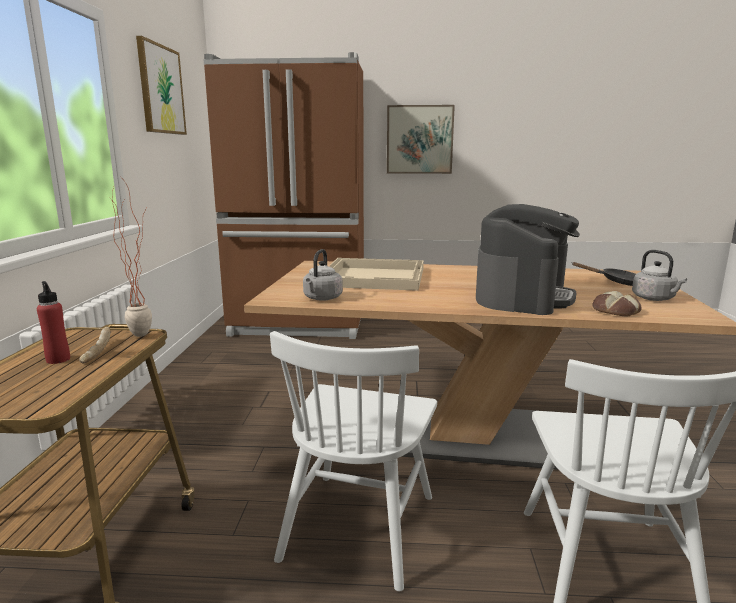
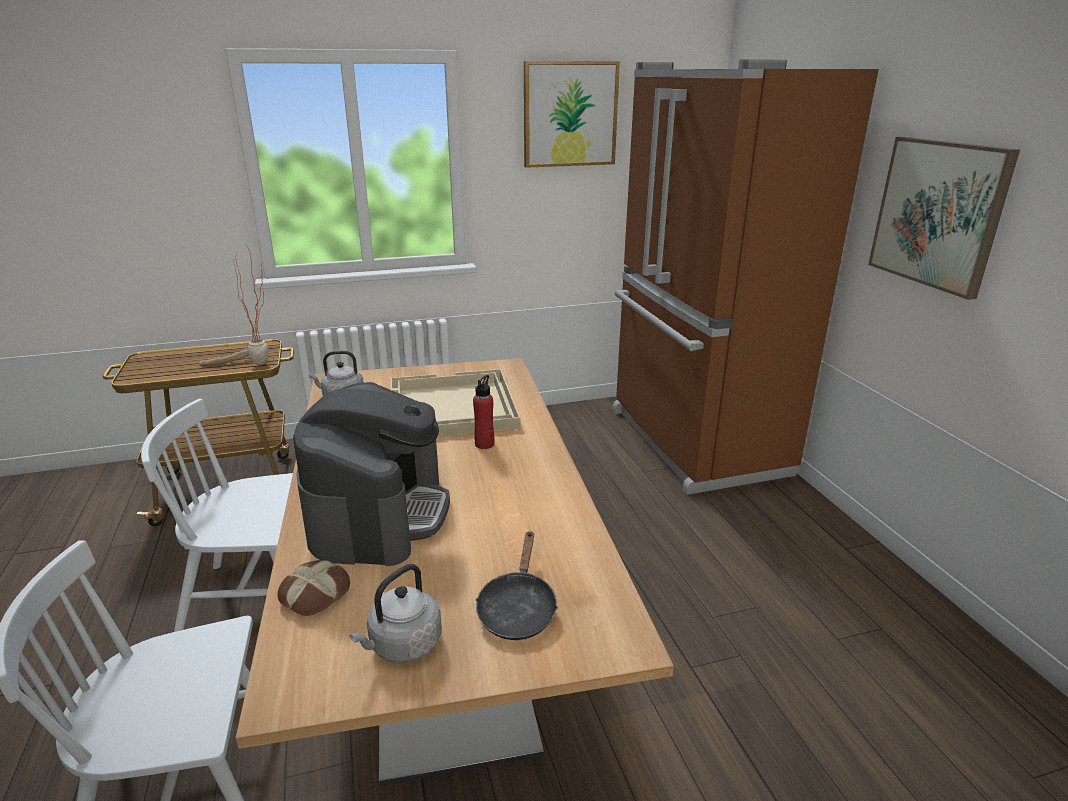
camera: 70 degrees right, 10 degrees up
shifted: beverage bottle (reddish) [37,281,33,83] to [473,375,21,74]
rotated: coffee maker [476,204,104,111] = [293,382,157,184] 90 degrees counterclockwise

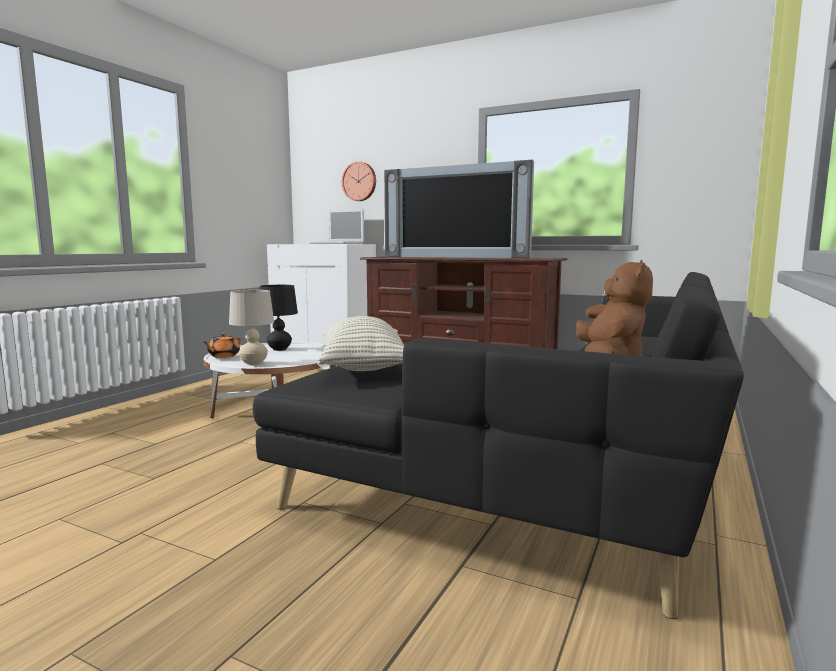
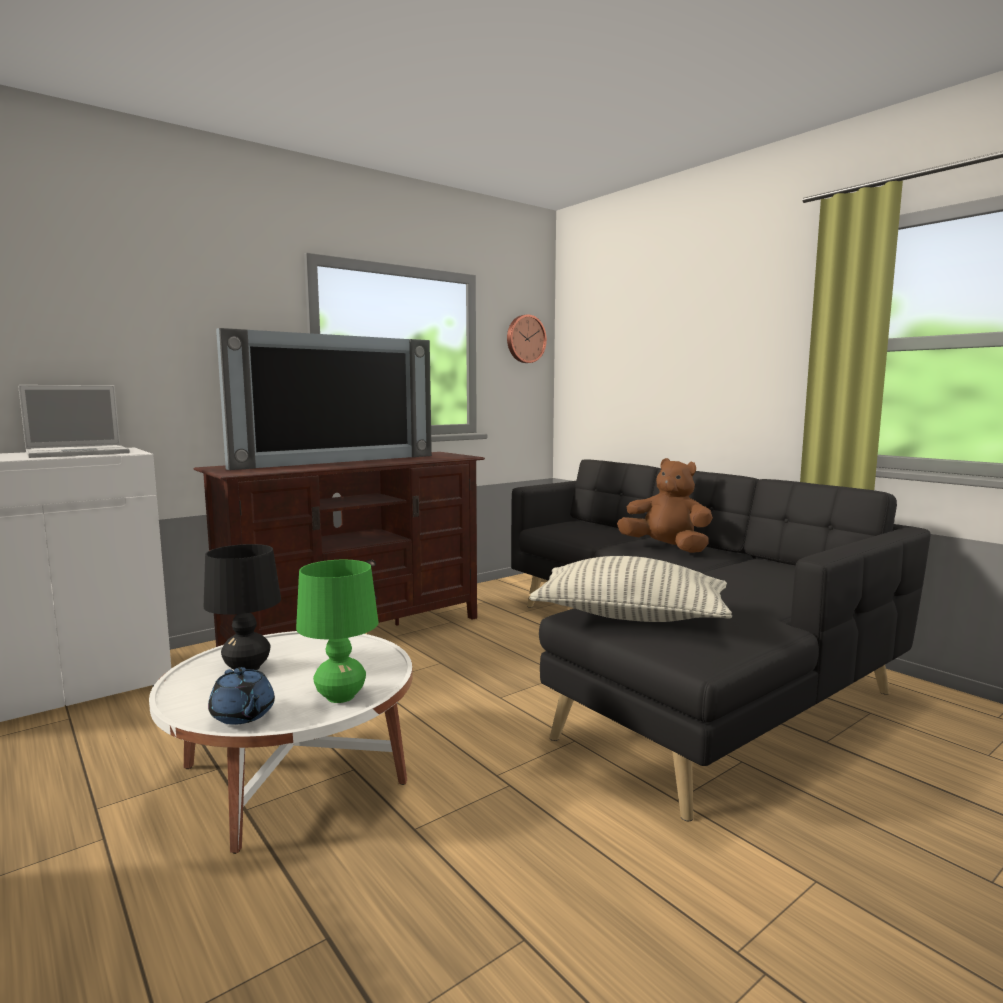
camera: 65 degrees left, 0 degrees up
shifted: wall clock [342,161,34,40] to [507,314,40,49]
repainted: tea pot (orange) [204,333,37,25] to tea pot (blue-coloured) [208,667,67,58]; table lamp (beige) [229,290,45,75] to table lamp (green) [296,560,83,143]

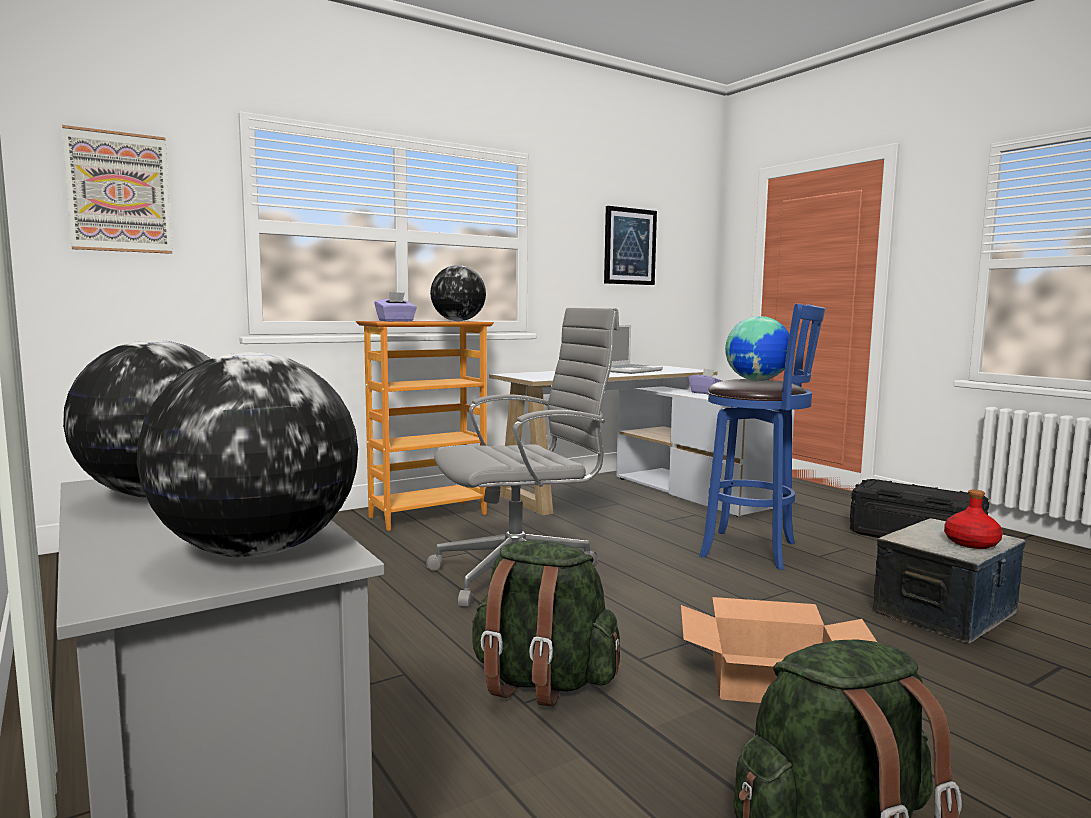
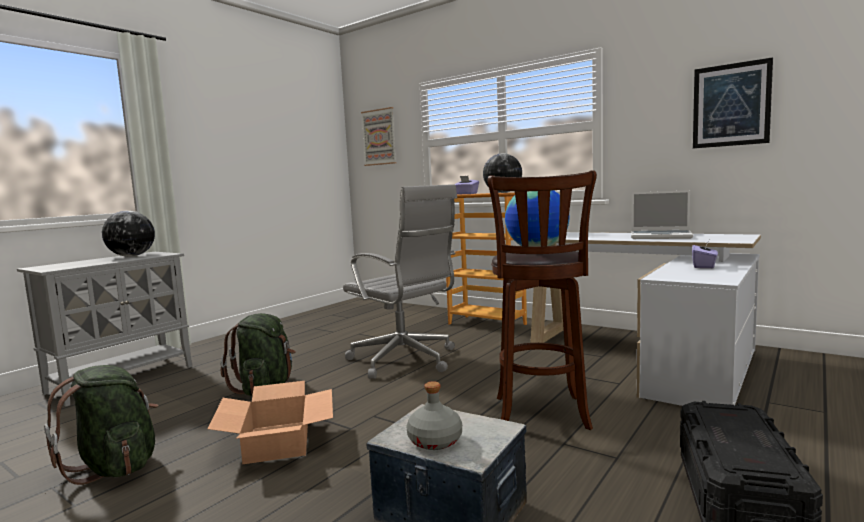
camera: 70 degrees right, 0 degrees up
gone: globe [137,352,221,206]
repainted: stool seat (blue-coloured) [699,304,127,266] to stool seat (brown) [488,170,109,260]; beverage bottle (reddish) [944,490,59,59] to beverage bottle (grey) [407,381,55,69]

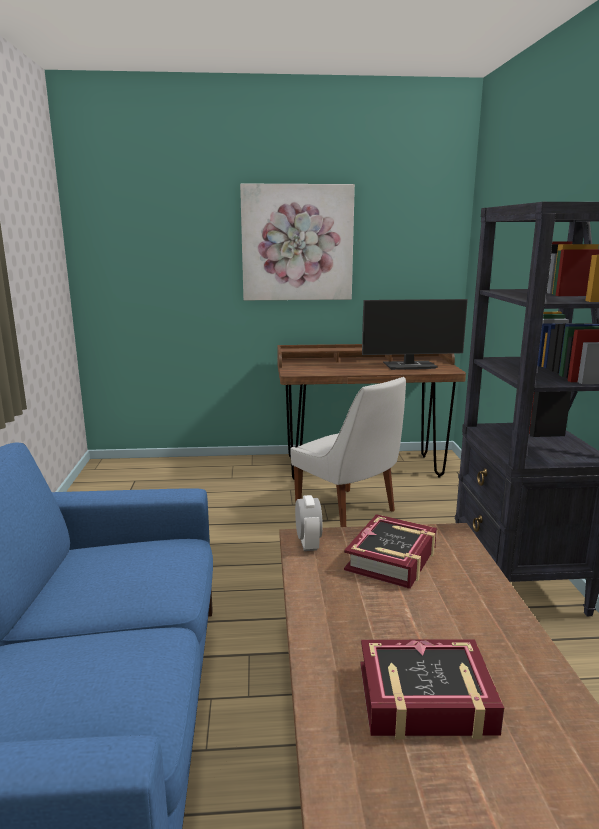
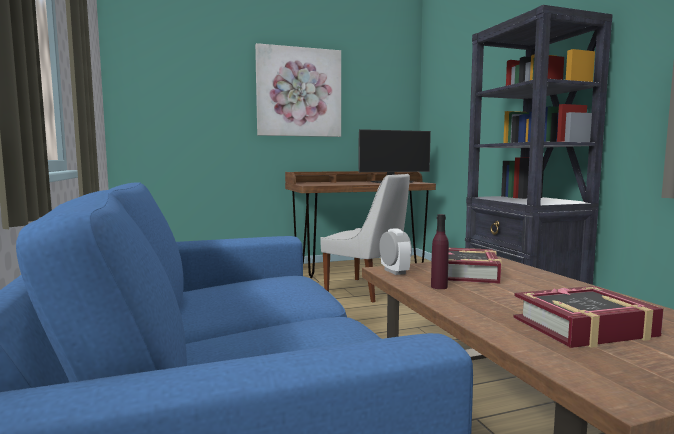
camera: 15 degrees left, 10 degrees down
new: beverage bottle (purplish) [431,214,18,75]

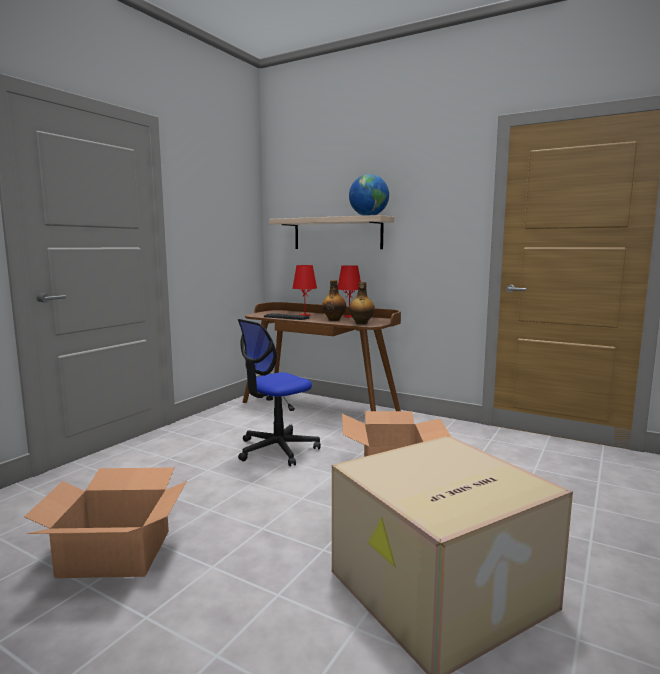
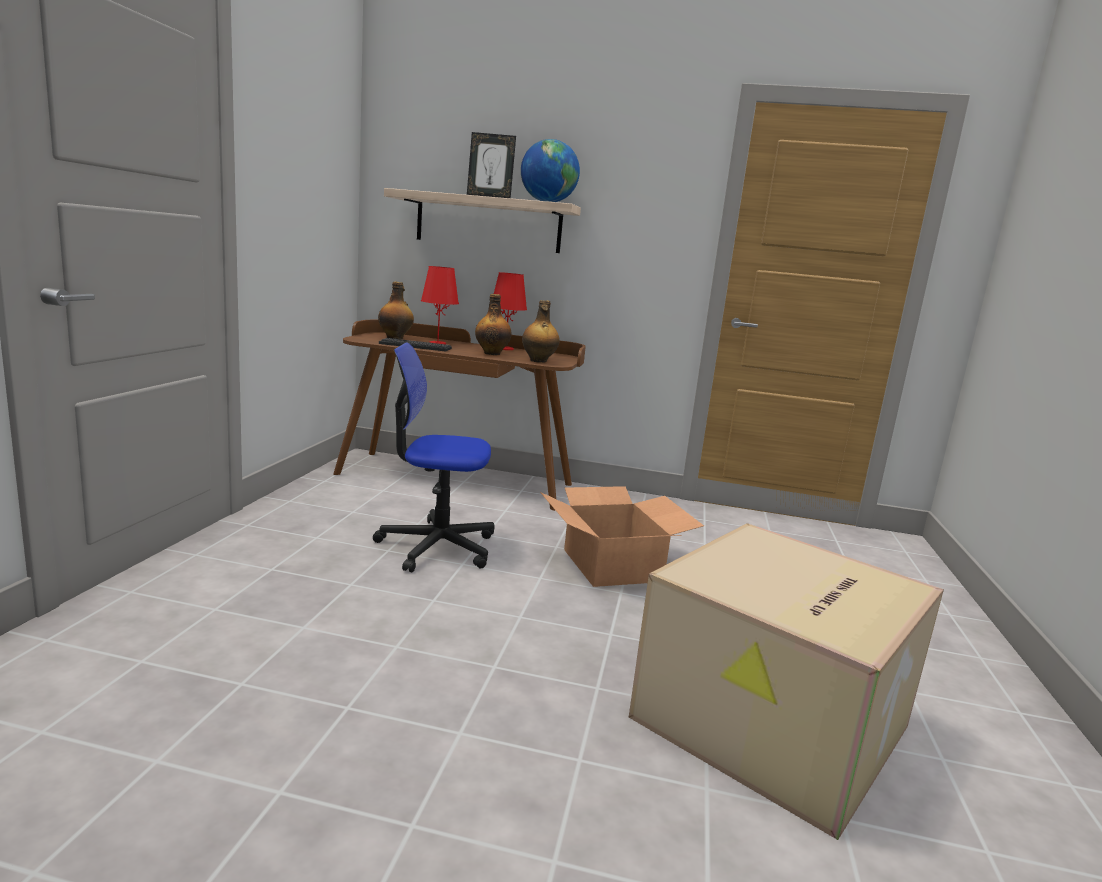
camera: 20 degrees left, 5 degrees up
gone: cardboard box [24,467,163,111]
new: beverage bottle [378,282,36,57]; standing frame [467,132,49,66]
rotated: office chair [238,319,83,147] = [373,342,122,230] 60 degrees clockwise

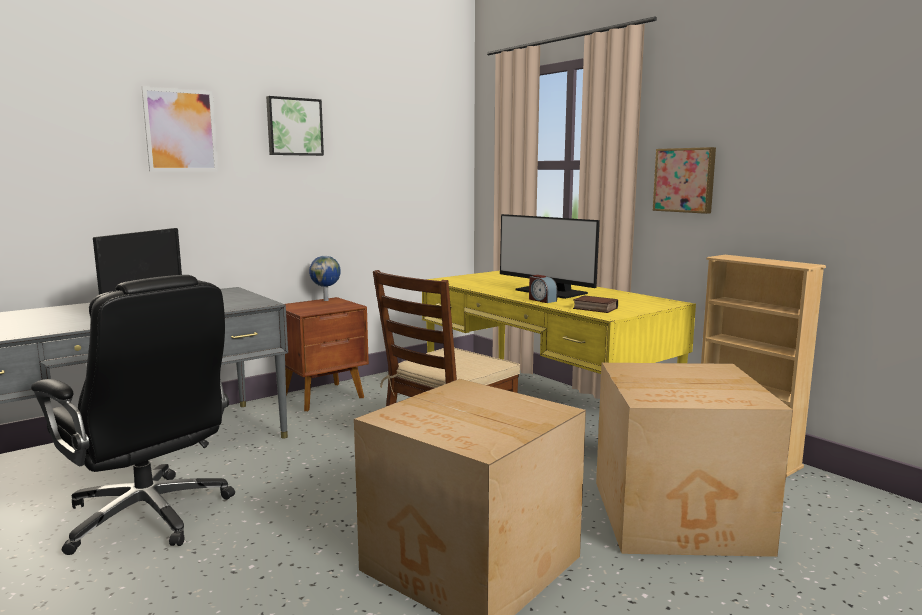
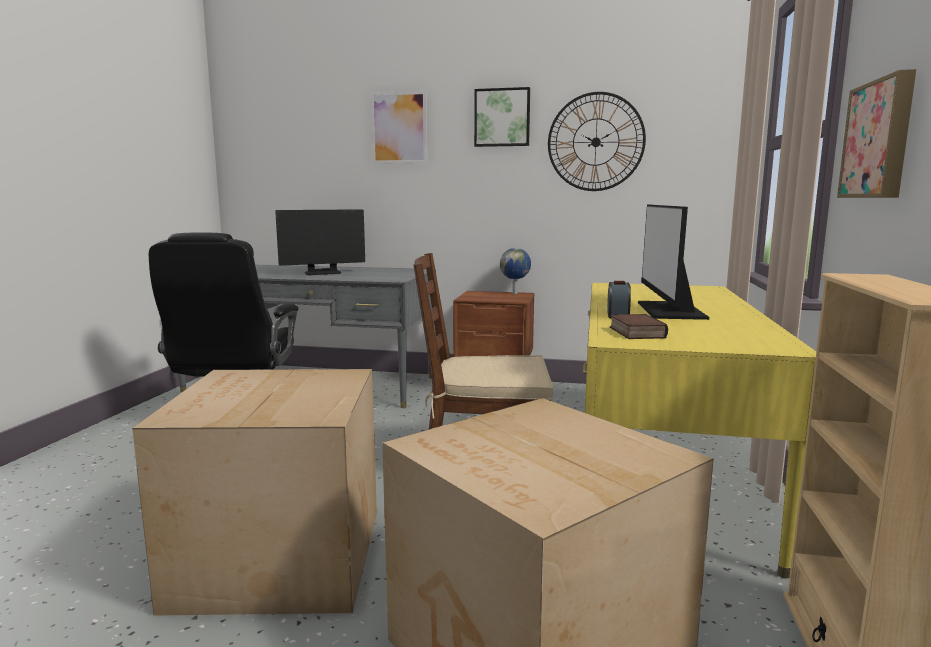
camera: 50 degrees right, 0 degrees up
new: wall clock [548,92,98,99]

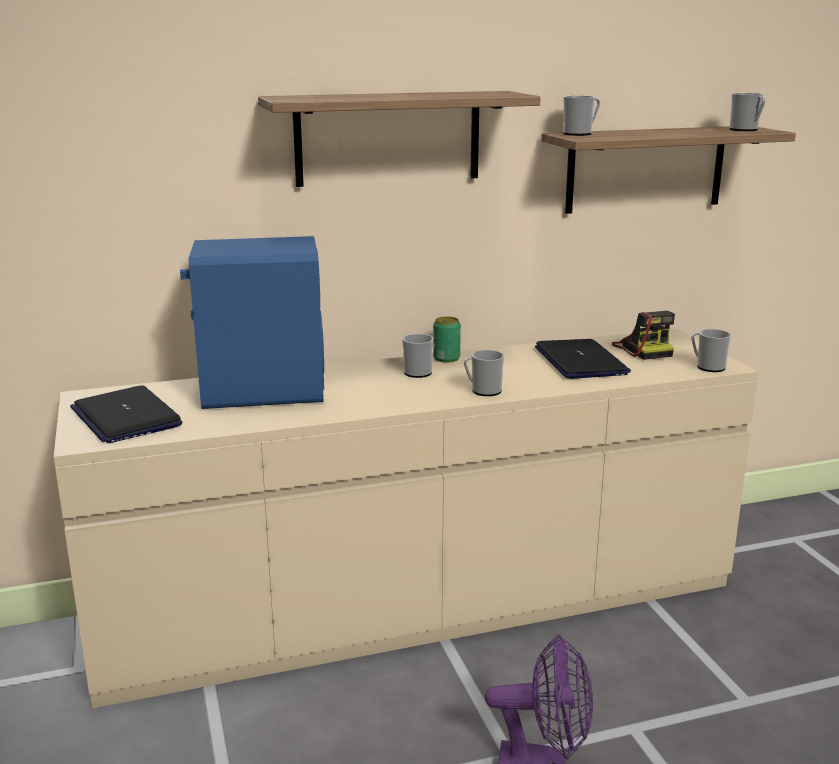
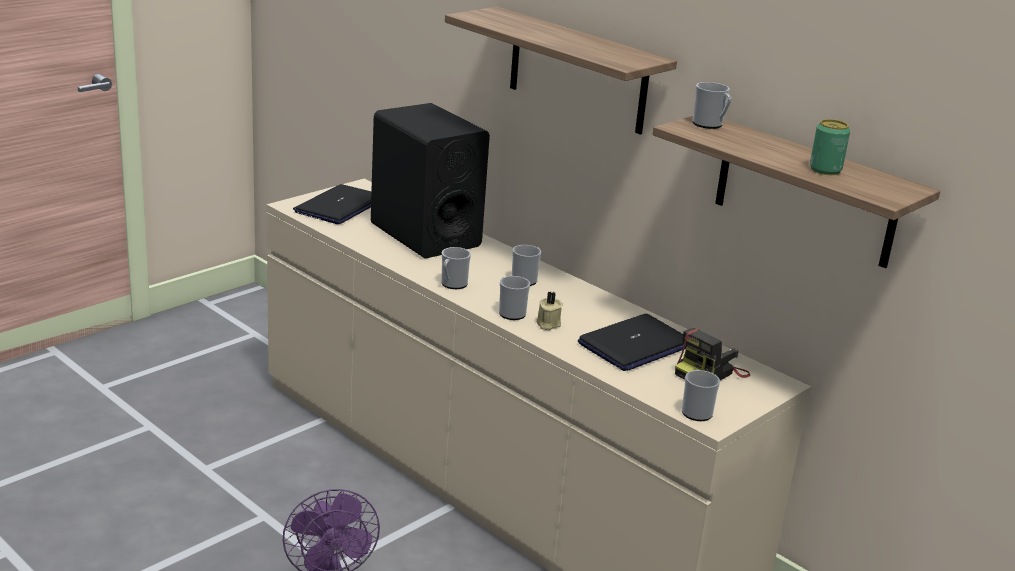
camera: 60 degrees right, 5 degrees up
new: candle (beige) [536,292,27,38]
shifted: sealed can [433,317,28,46] to [810,119,40,56]; coffee mug [729,93,36,38] to [441,247,30,42]
repainted: audio speaker (blue-coloured) [180,236,144,173] to audio speaker (blackish) [371,103,119,156]

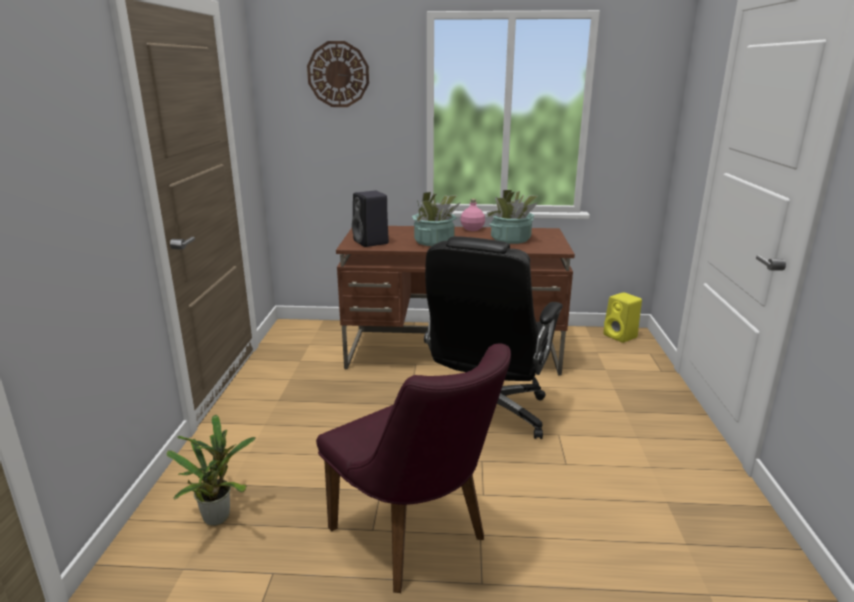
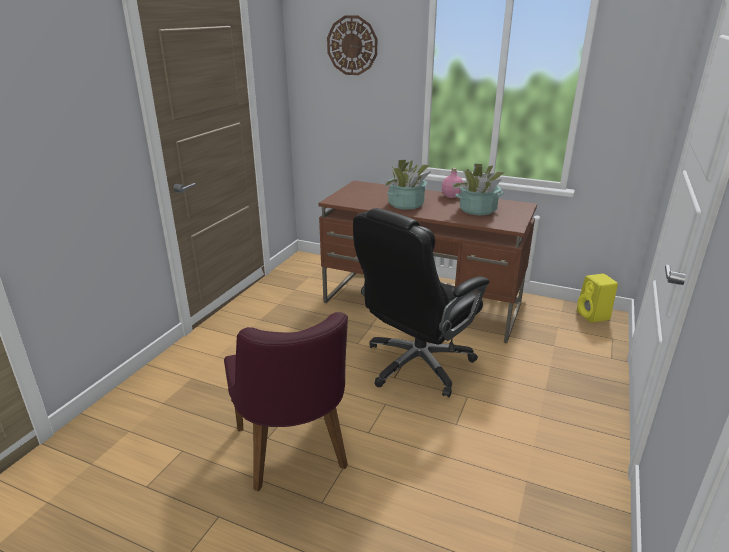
camera: 20 degrees right, 5 degrees up
gone: plant in a pot [167,414,89,112]; audio speaker (blackish) [352,191,37,56]

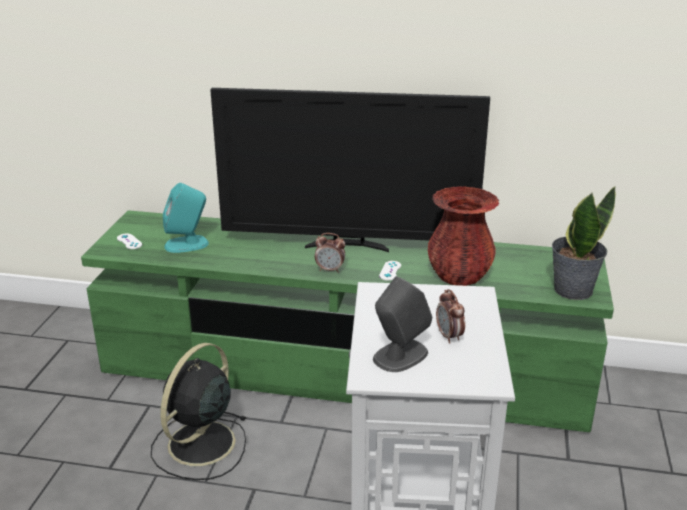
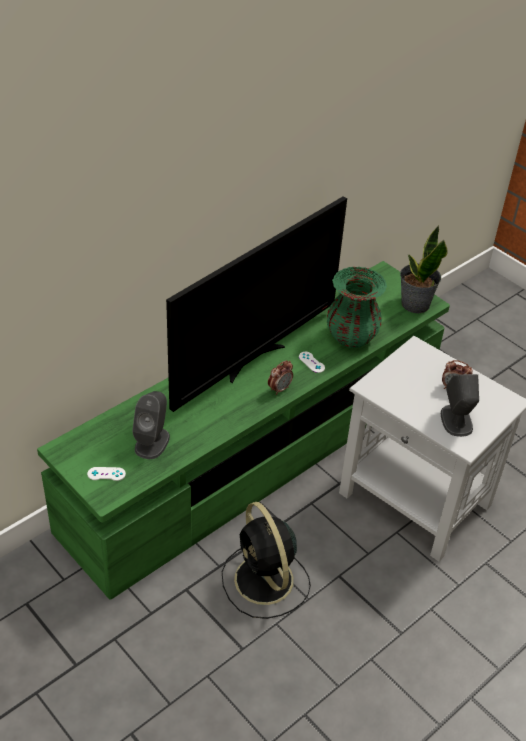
camera: 55 degrees left, 15 degrees up
repainted: audio speaker (turquoise-coloured) [163,183,46,70] to audio speaker (grey) [132,391,38,68]; decorative vase (reddish) [427,186,72,100] to decorative vase (green) [327,267,60,81]

